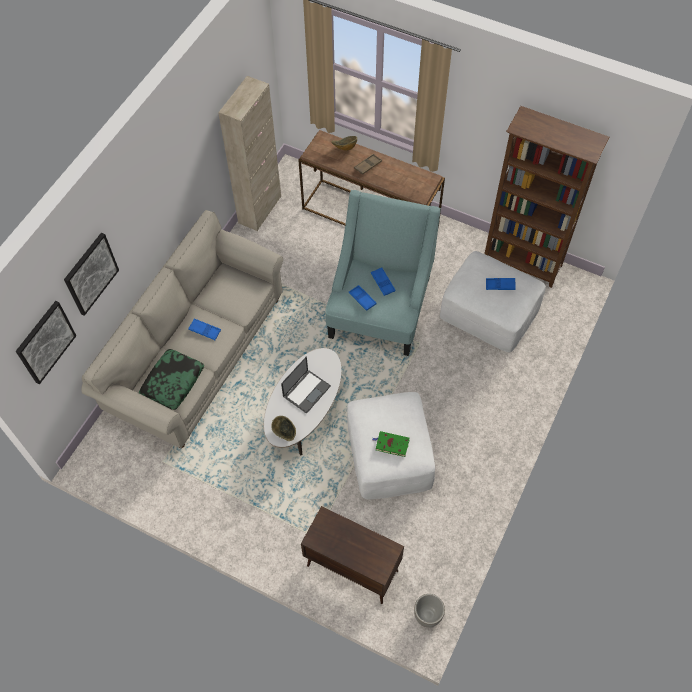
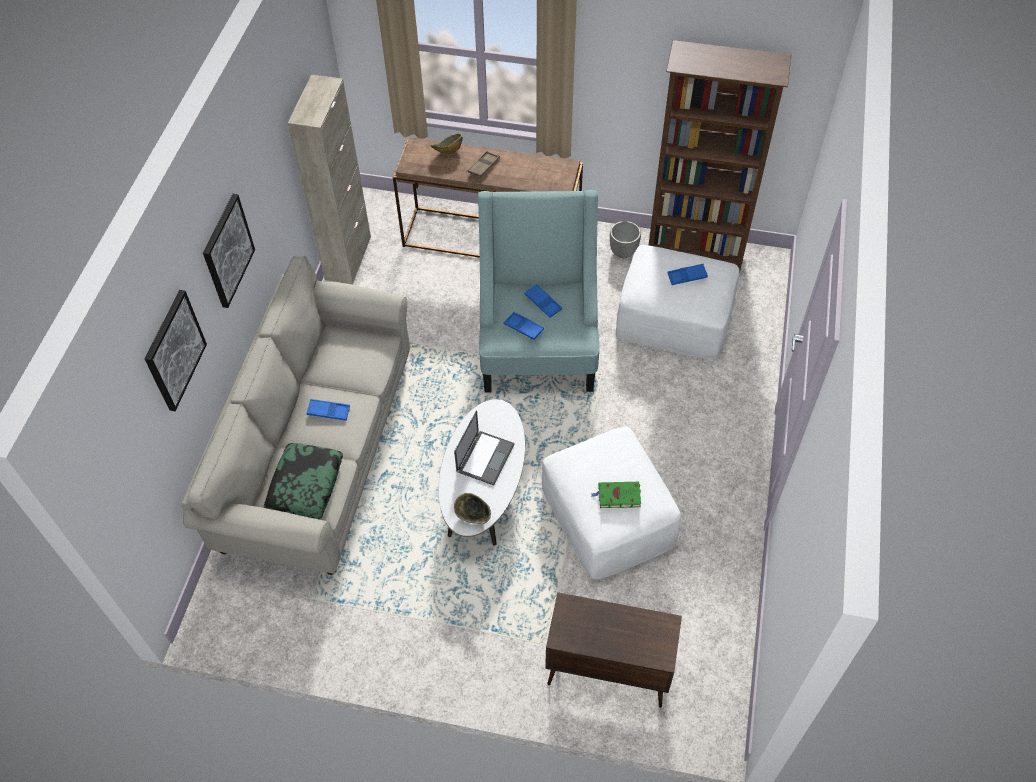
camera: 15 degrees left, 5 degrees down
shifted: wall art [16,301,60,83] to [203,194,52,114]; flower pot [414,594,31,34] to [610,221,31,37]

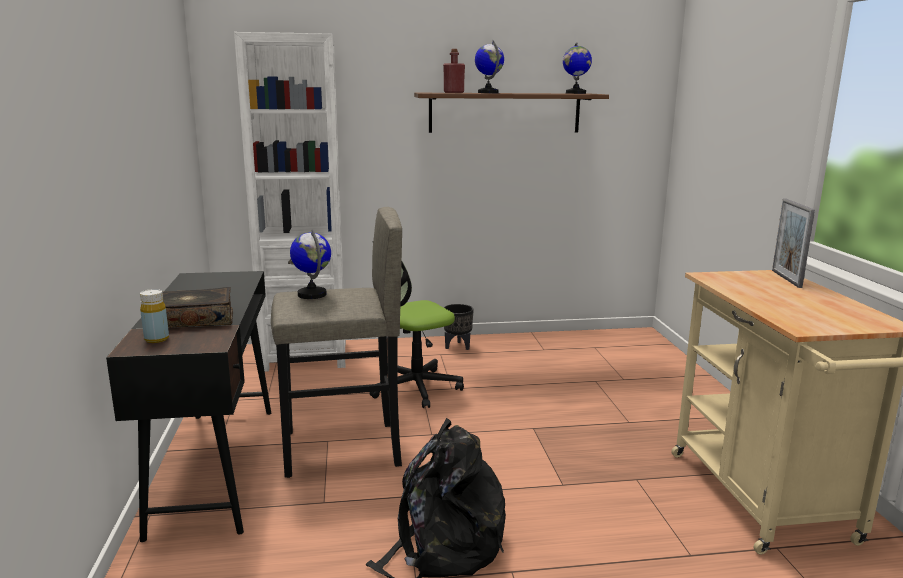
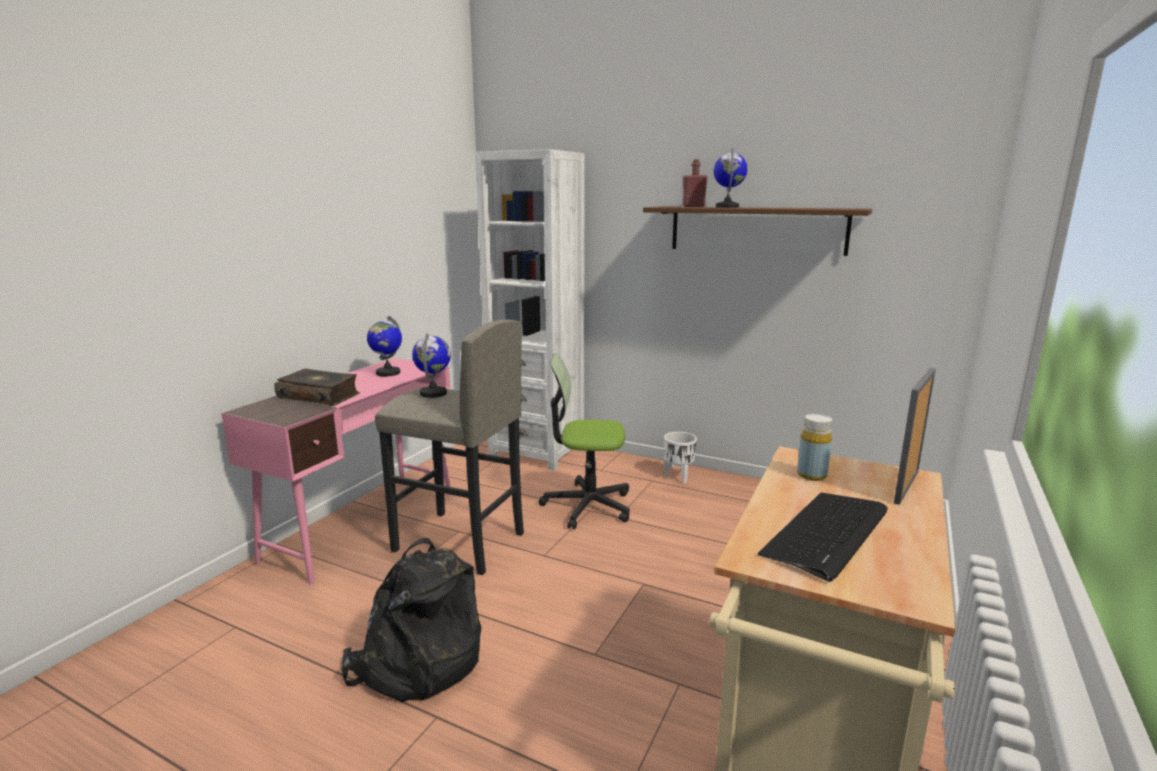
camera: 35 degrees right, 0 degrees up
new: PC keyboard [758,493,130,89]
shifted: beverage bottle (yellow) [140,289,29,54] to [797,414,35,67]; globe [563,43,29,51] to [367,316,35,60]
repainted: desk table (blackish) [106,271,165,271] to desk table (pink-coloured) [221,358,230,227]; flower pot (blackish) [444,304,30,46] to flower pot (white-coloured) [664,432,33,51]

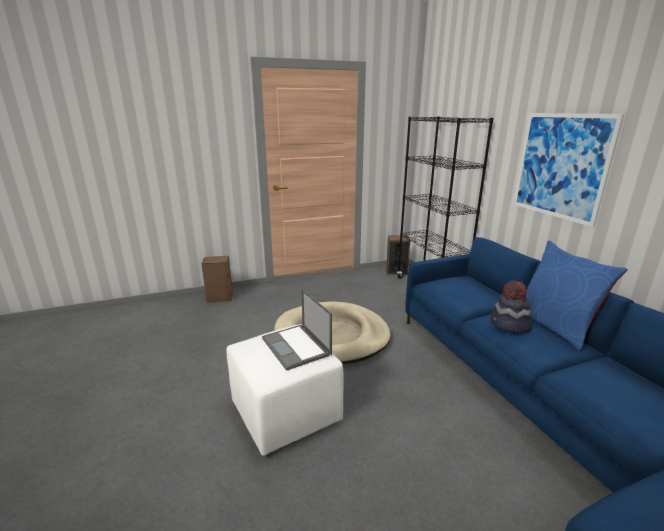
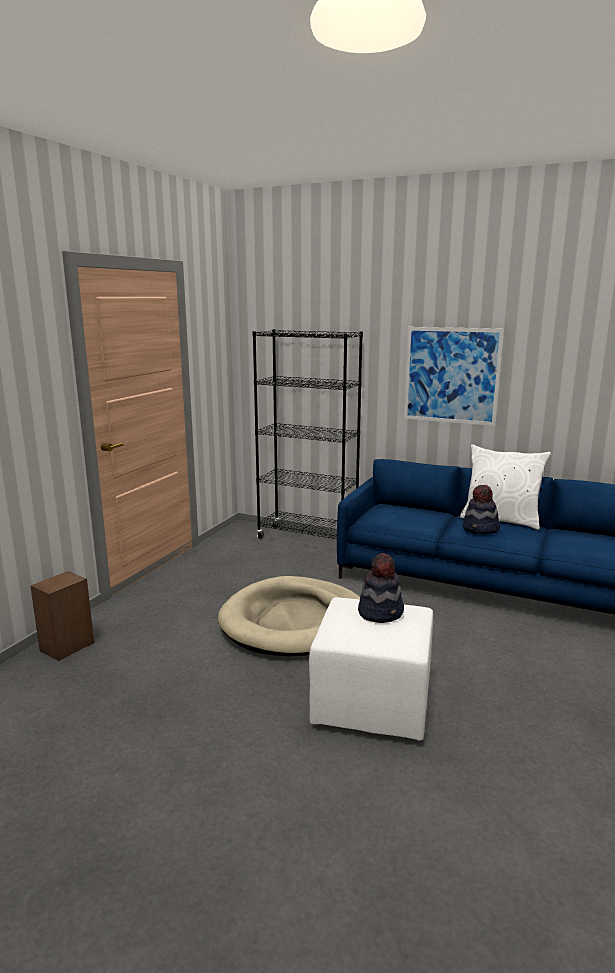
camera: 45 degrees left, 5 degrees down
gone: audio speaker [386,235,24,40]
swapped: laptop [262,289,70,82] to clothing hat [358,553,46,70]
repainted: throw pillow (blue-coloured) [526,240,102,111] to throw pillow (white-coloured) [460,444,91,86]

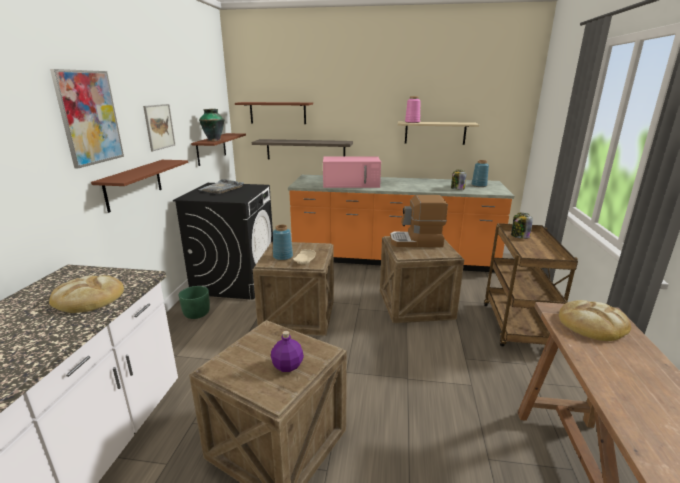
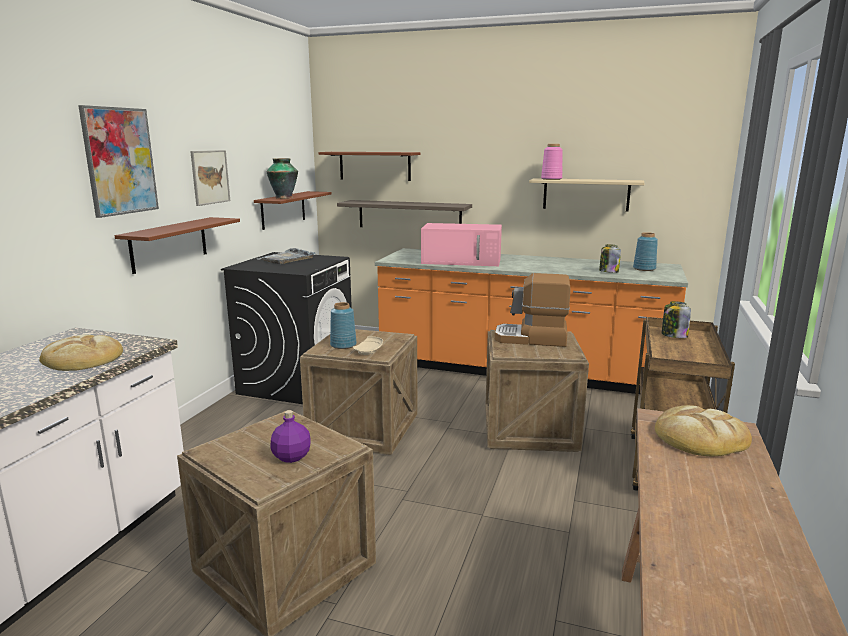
camera: 10 degrees right, 5 degrees down
gone: flower pot (green) [179,286,31,33]

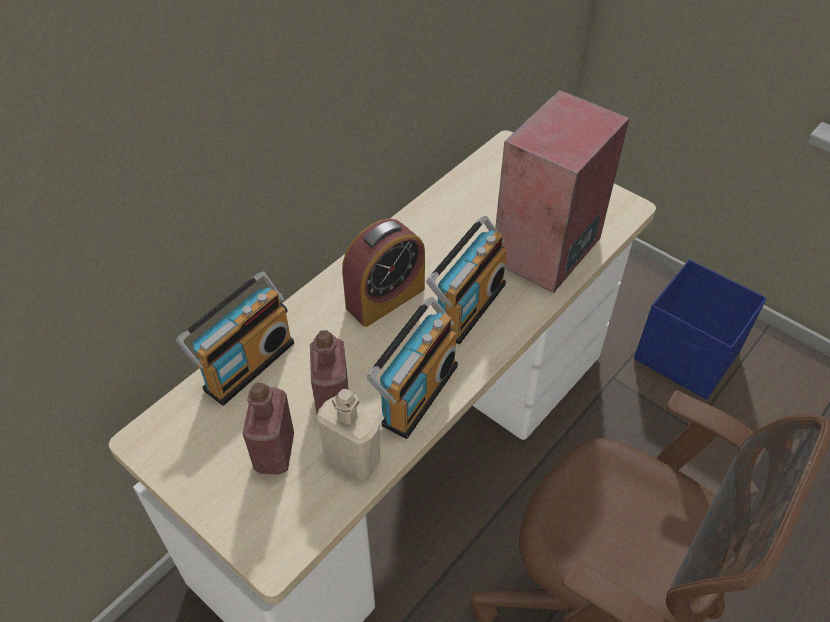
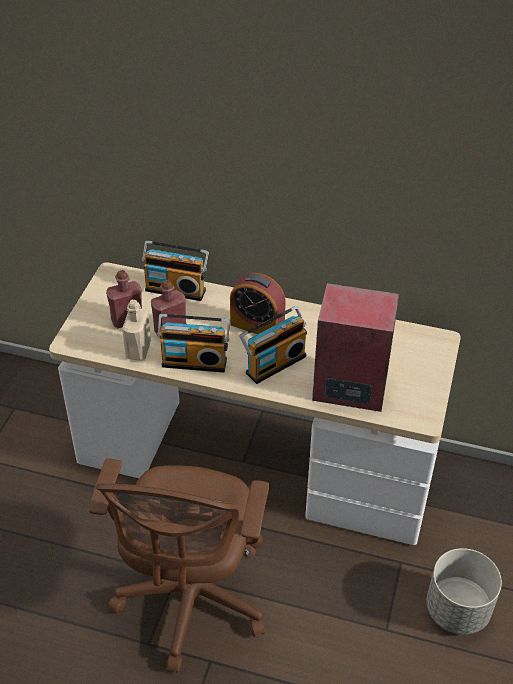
camera: 65 degrees right, 5 degrees down
swapped: storage container (blue-coloured) [634,259,133,140] to flower pot (grey) [427,548,75,87]
rotated: radio set [426,216,81,128] = [239,306,68,78] 45 degrees counterclockwise

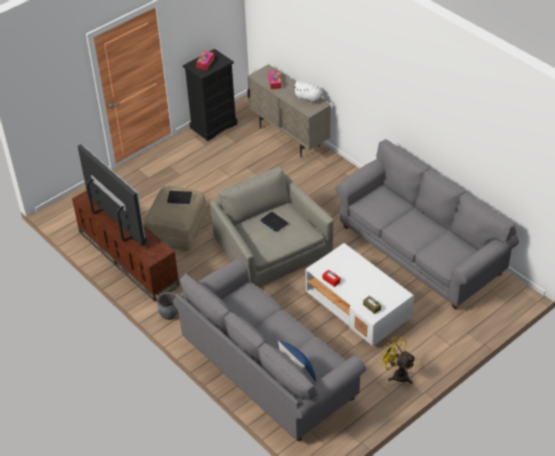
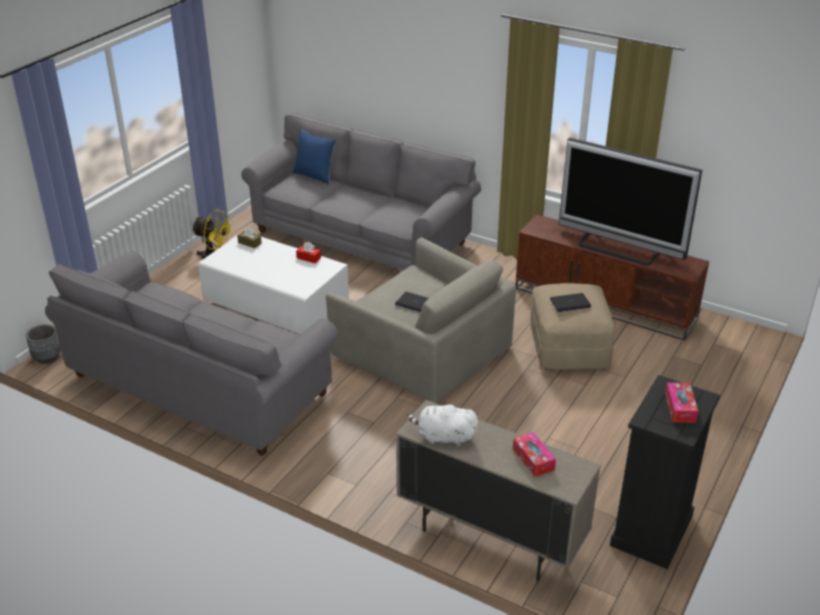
camera: 160 degrees right, 10 degrees down
shifted: flower pot (grey) [157,292,22,28] to [26,324,35,40]

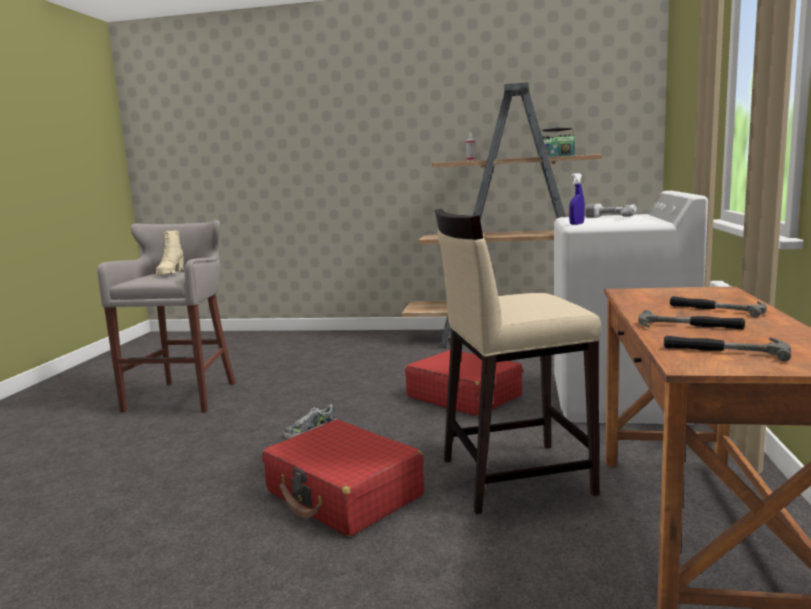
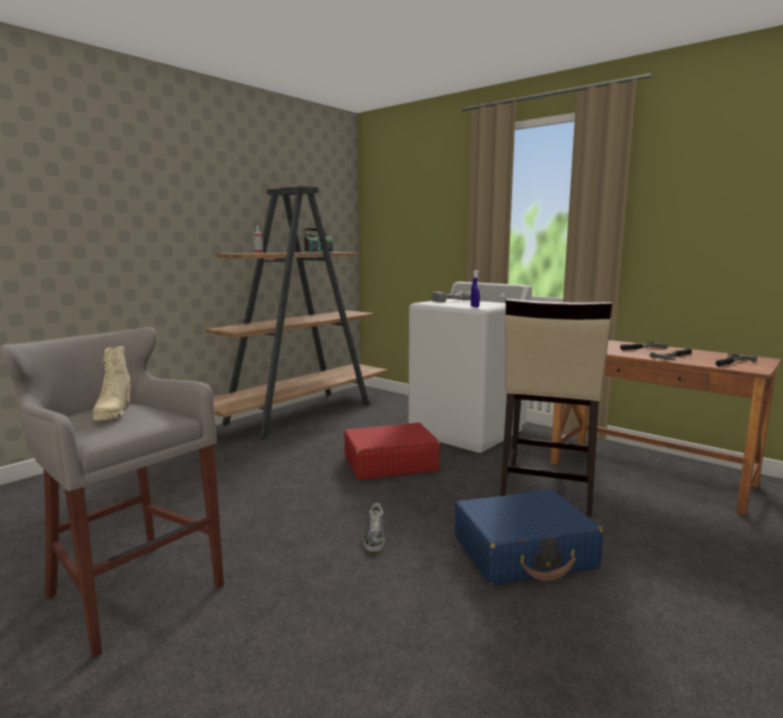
camera: 60 degrees left, 0 degrees up
repainted: piece of luggage (reddish) [262,419,162,118] to piece of luggage (blue-coloured) [455,490,148,95]
rotated: high-top boot (beige) [156,230,28,45] = [93,346,38,75] 45 degrees clockwise

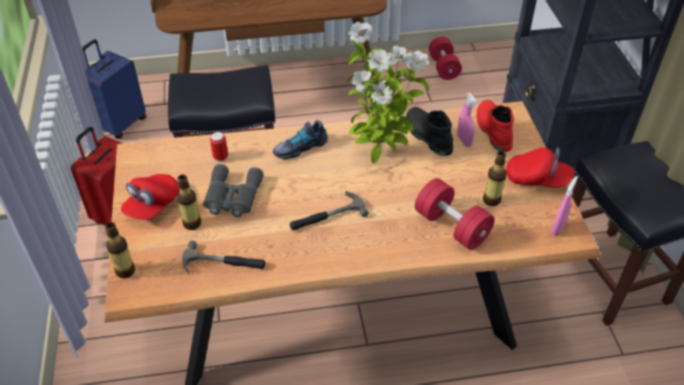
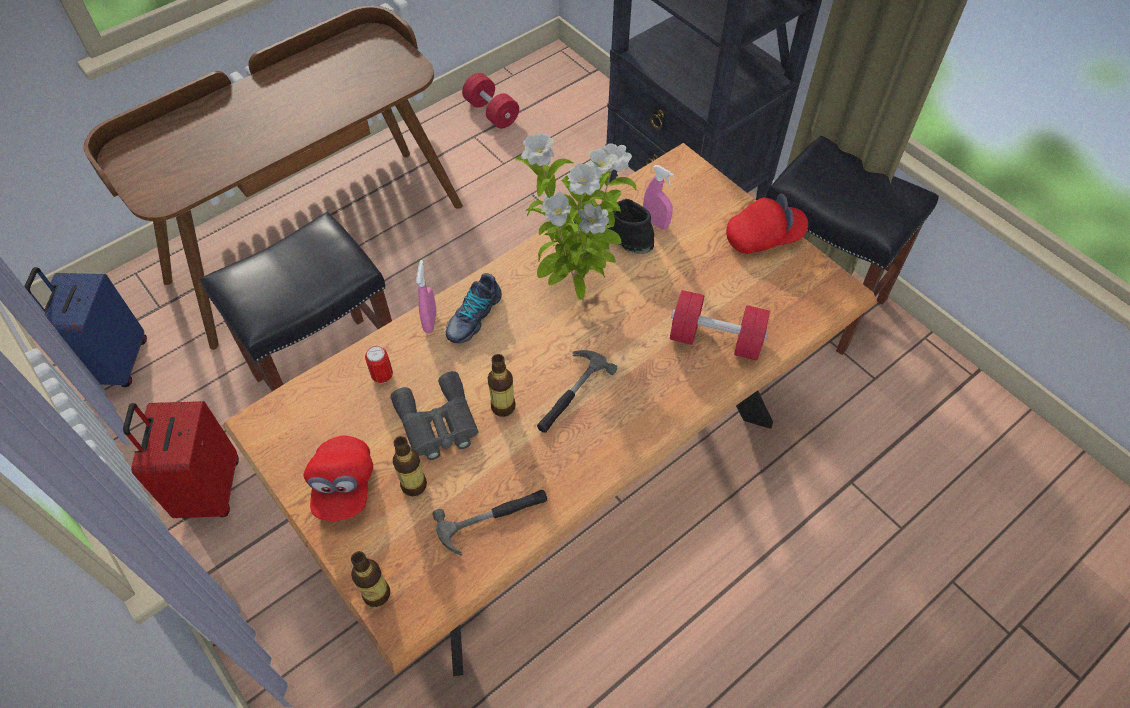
camera: 30 degrees left, 10 degrees up
gone: high-top boot (reddish) [476,100,38,52]
shifted: beverage bottle [483,151,24,55] to [488,354,27,63]; spray bottle (pink-coloured) [551,176,27,60] to [416,260,21,73]

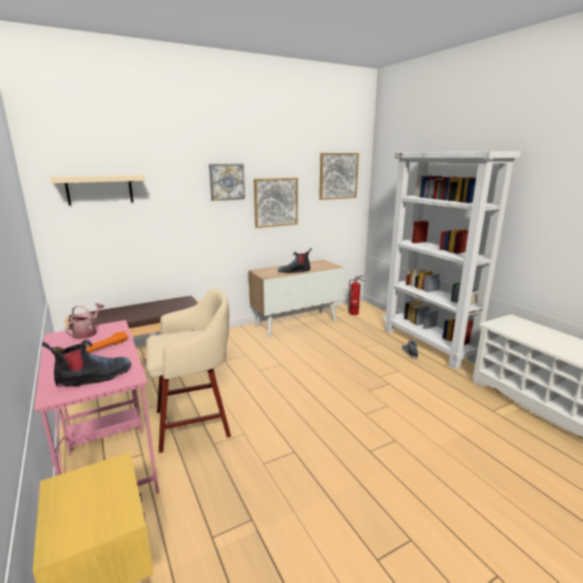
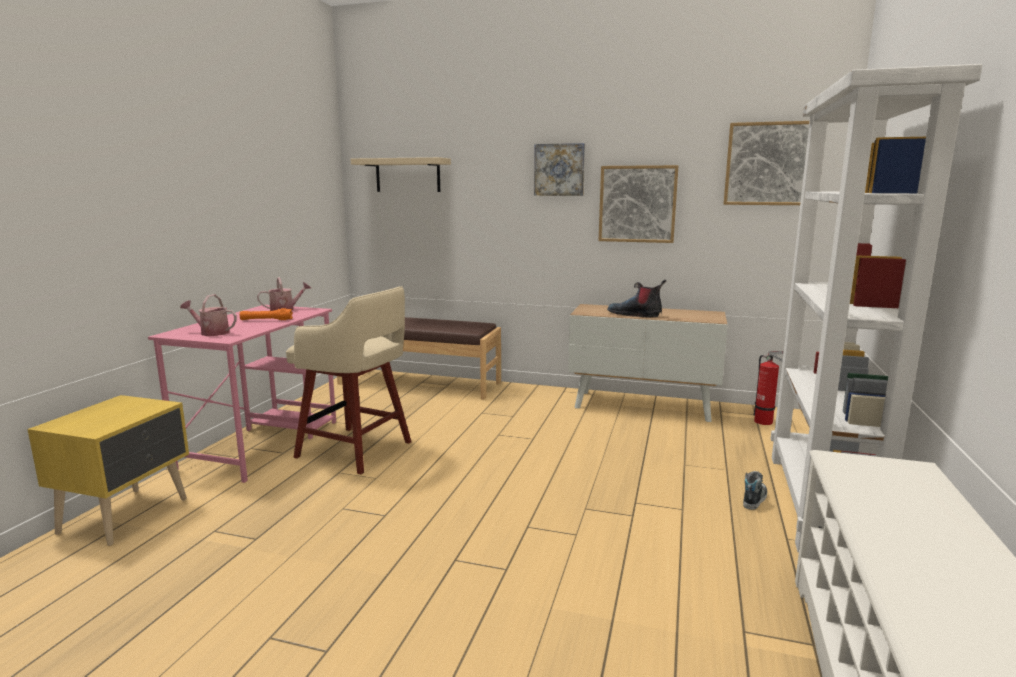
camera: 45 degrees right, 5 degrees down
swapped: high-top boot [42,339,89,48] to sprinkling can [180,294,57,42]

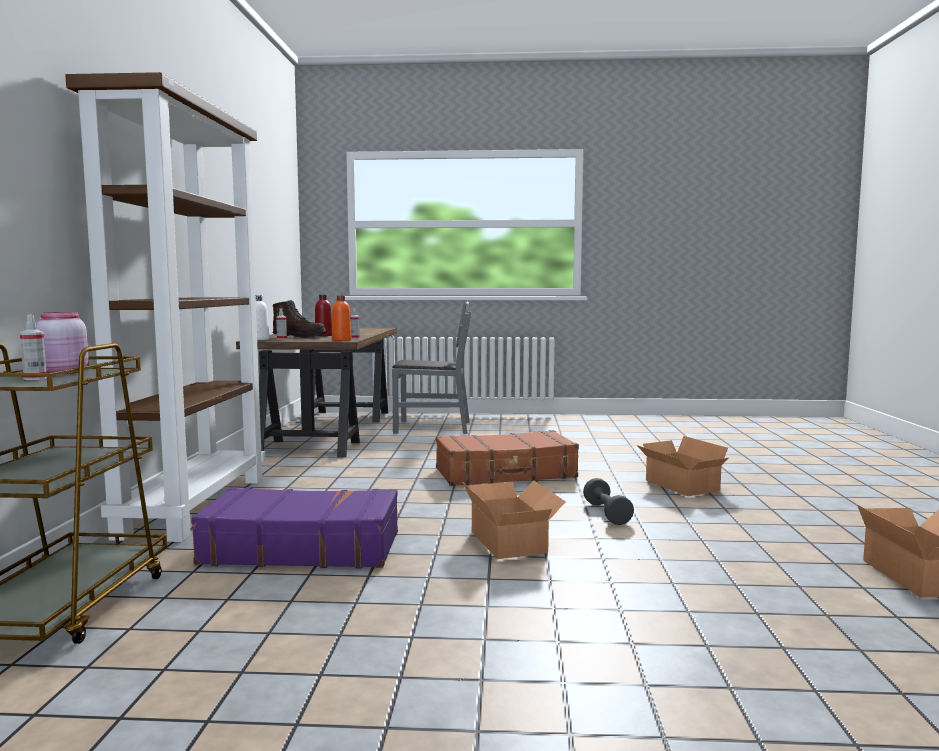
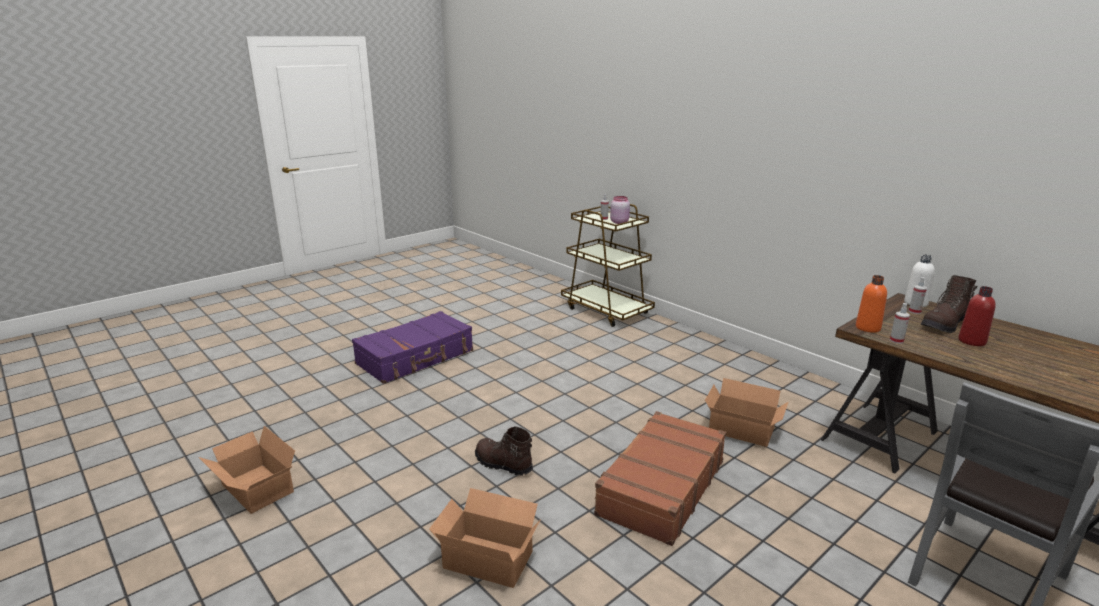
camera: 135 degrees right, 15 degrees up
gone: bookshelf (brown) [65,72,200,470]
shifted: piece of luggage (purplish) [191,487,207,82] to [352,311,121,73]; cardboard box [463,480,103,79] to [705,378,83,69]
swapped: free weight (grey) [583,478,51,47] to high-top boot (brown) [475,426,58,50]

